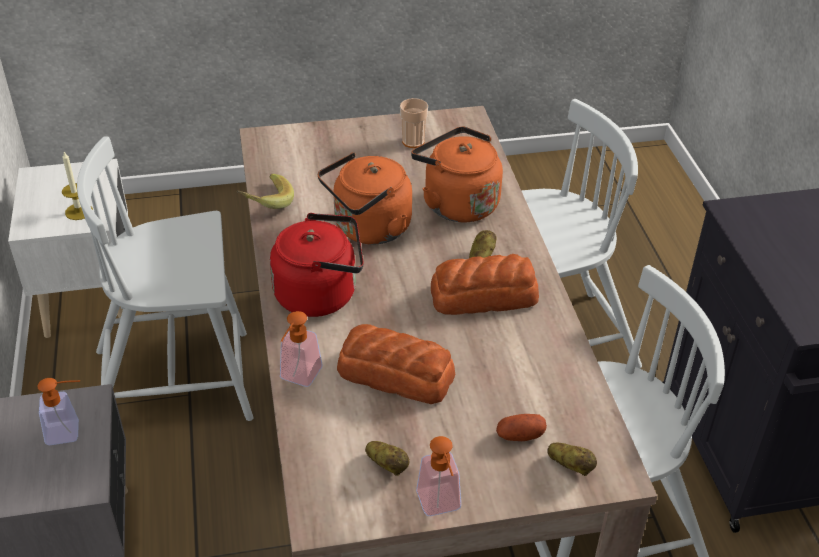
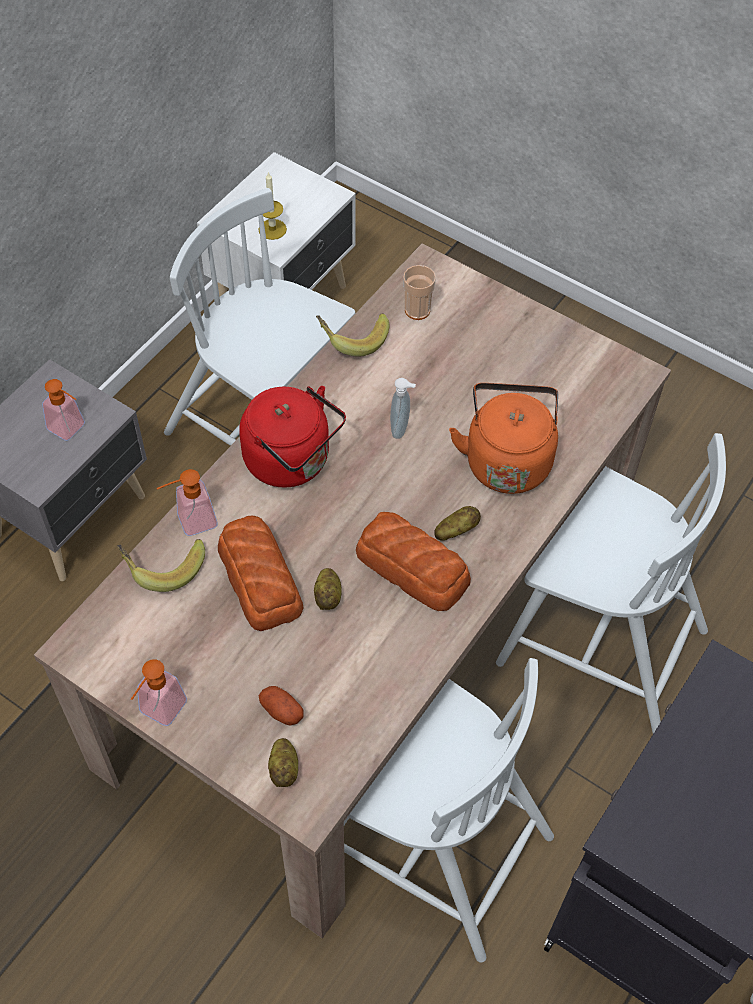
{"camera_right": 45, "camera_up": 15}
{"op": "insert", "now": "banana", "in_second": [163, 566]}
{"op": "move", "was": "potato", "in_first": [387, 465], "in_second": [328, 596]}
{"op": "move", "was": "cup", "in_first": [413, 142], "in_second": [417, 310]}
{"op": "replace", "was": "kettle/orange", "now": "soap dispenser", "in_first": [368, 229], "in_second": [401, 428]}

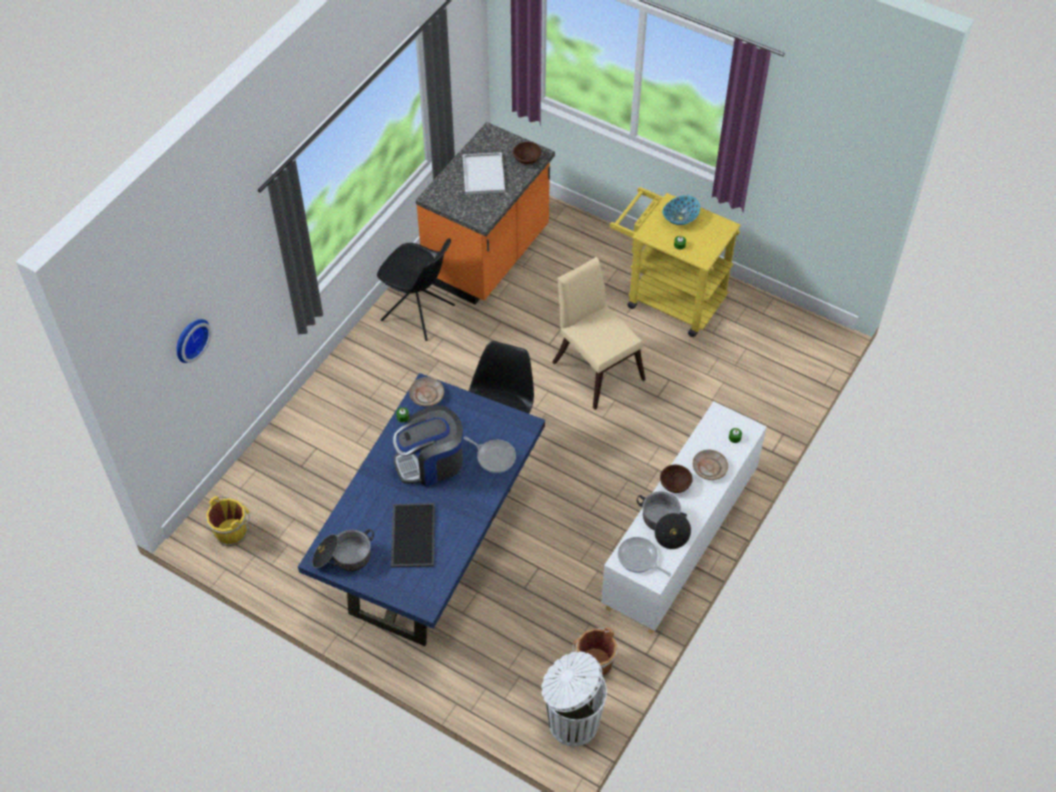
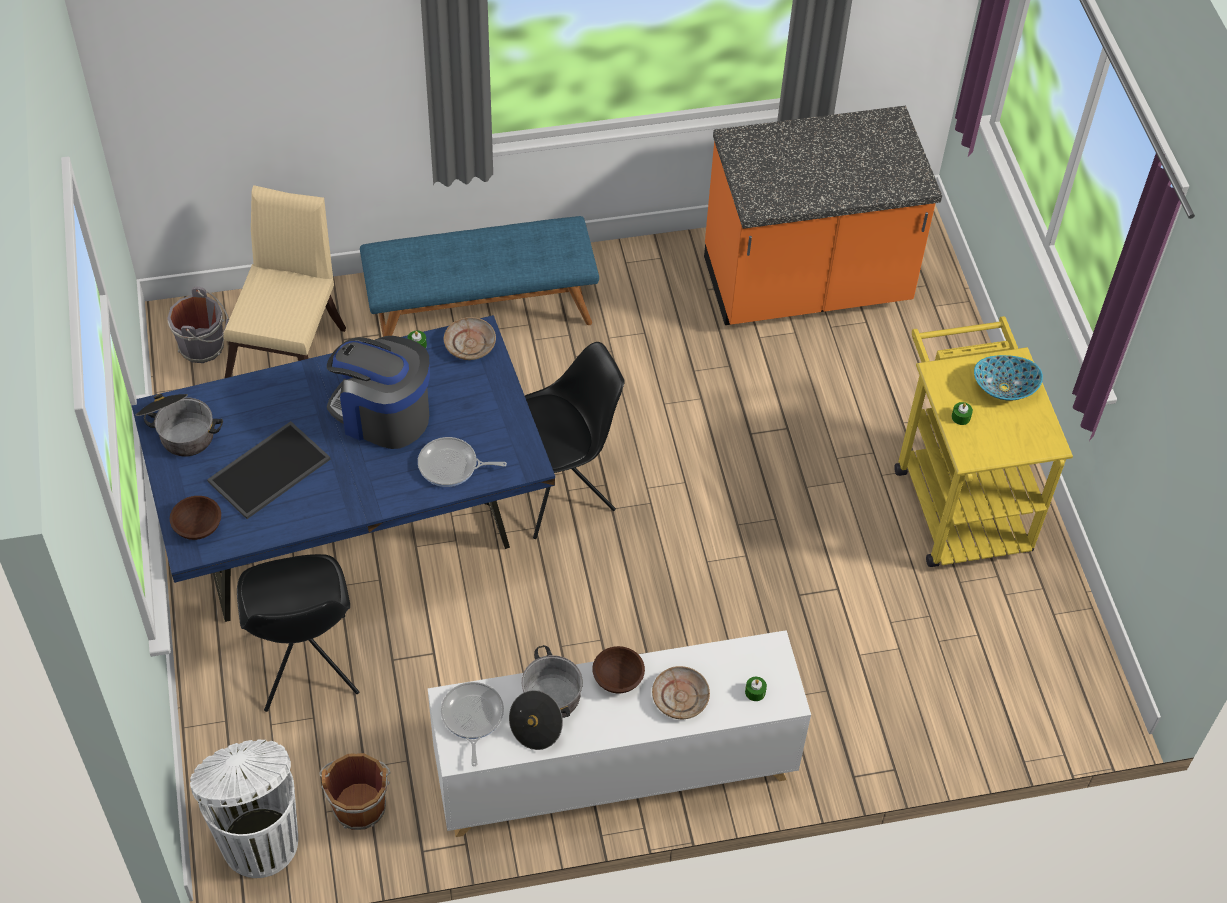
{"camera_right": 45, "camera_up": 0}
{"op": "delete", "was": "wall clock", "in_first": [190, 339]}
{"op": "delete", "was": "tray/white", "in_first": [482, 173]}
{"op": "insert", "now": "bench/blue", "in_second": [481, 311]}
{"op": "move", "was": "chair/black", "in_first": [419, 313], "in_second": [305, 665]}
{"op": "move", "was": "bowl/brown", "in_first": [527, 158], "in_second": [198, 526]}
{"op": "move", "was": "chair/beige", "in_first": [596, 366], "in_second": [290, 353]}
{"op": "recolor", "was": "bucket/yellow", "now": "bucket/grey", "in_first": [232, 531], "in_second": [204, 346]}
{"op": "rotate", "was": "frying pan", "in_first": [494, 457], "in_second": [451, 466], "clockwise": 105}

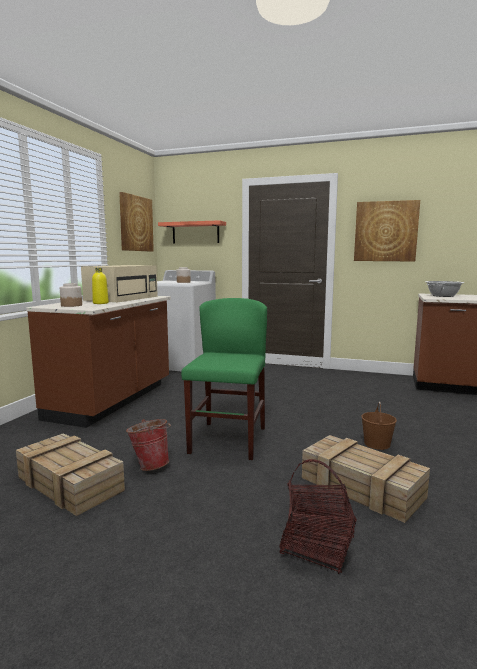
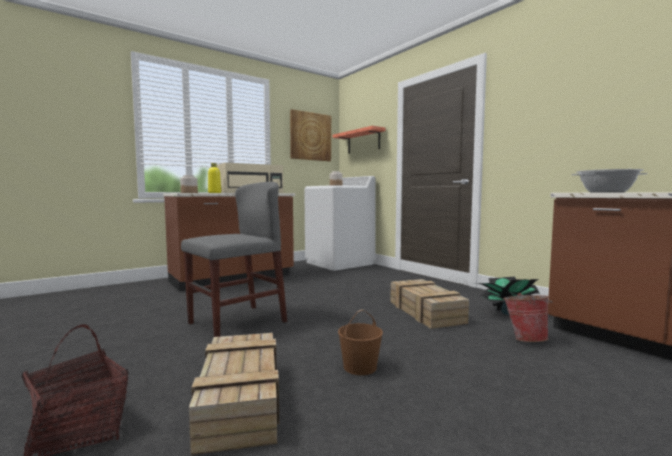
{"camera_right": 35, "camera_up": -5}
{"op": "delete", "was": "picture", "in_first": [385, 231]}
{"op": "insert", "now": "potted plant", "in_second": [507, 313]}
{"op": "move", "was": "crate", "in_first": [71, 484], "in_second": [426, 312]}
{"op": "move", "was": "bucket", "in_first": [150, 465], "in_second": [525, 339]}
{"op": "recolor", "was": "chair/green", "now": "chair/grey", "in_first": [228, 440], "in_second": [237, 322]}

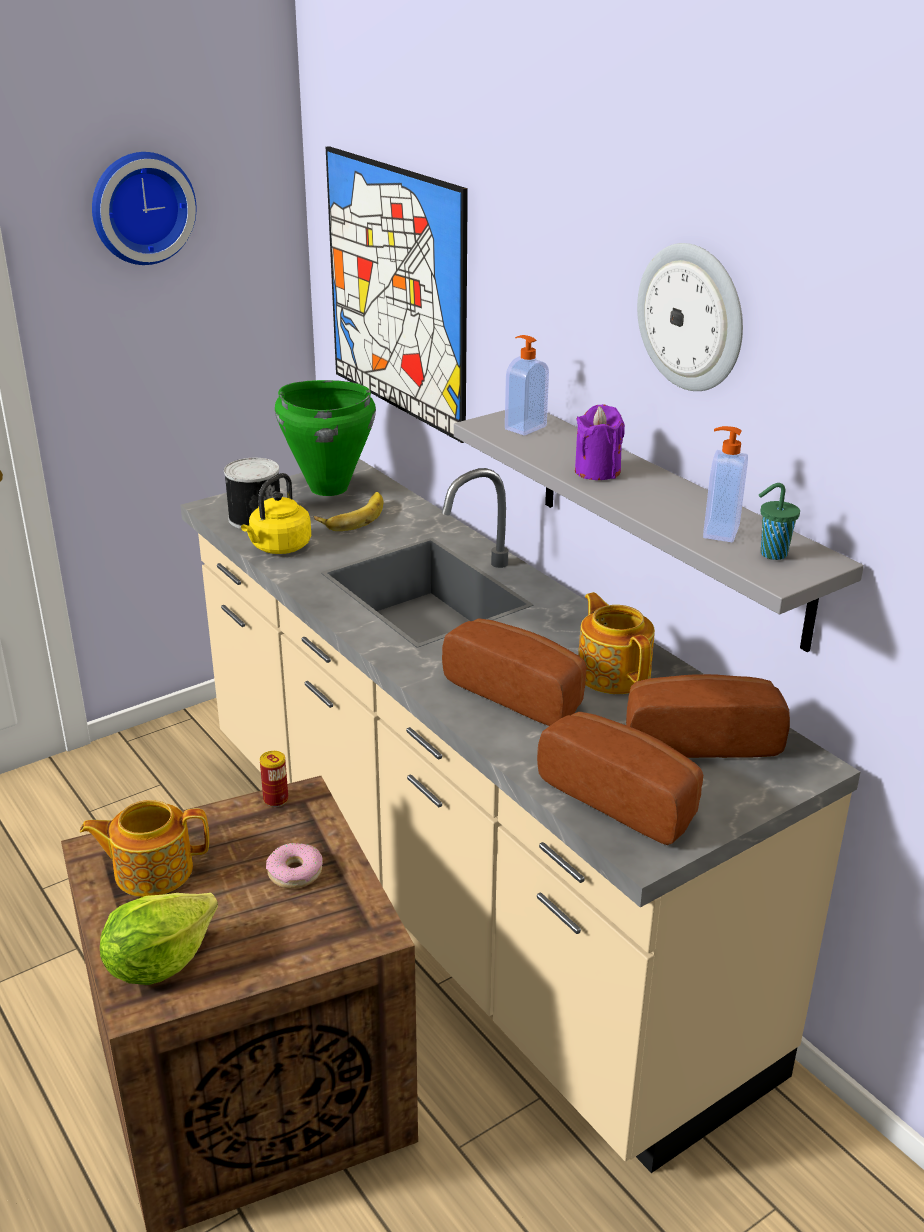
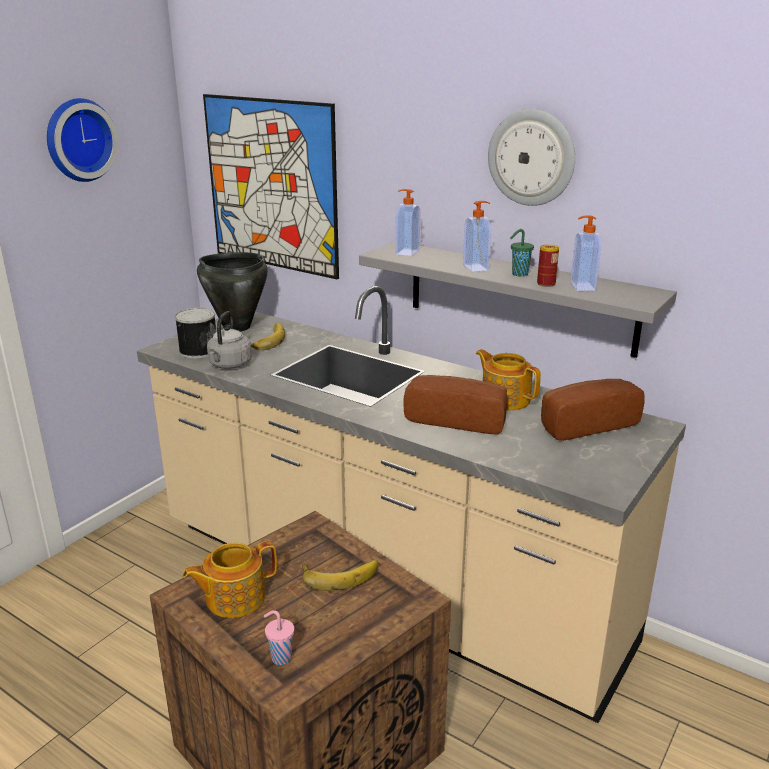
{"camera_right": -20, "camera_up": -5}
{"op": "delete", "was": "bread", "in_first": [624, 797]}
{"op": "move", "was": "can", "in_first": [276, 799], "in_second": [546, 284]}
{"op": "move", "was": "cup/green", "in_first": [771, 554], "in_second": [519, 274]}
{"op": "replace", "was": "lettuce", "now": "cup/pink", "in_first": [158, 962], "in_second": [280, 657]}
{"op": "replace", "was": "donut", "now": "banana", "in_first": [295, 872], "in_second": [339, 574]}
{"op": "replace", "was": "candle/purple", "now": "soap dispenser", "in_first": [597, 471], "in_second": [476, 267]}
{"op": "recolor", "was": "kettle/yellow", "now": "kettle/grey", "in_first": [278, 547], "in_second": [229, 365]}
{"op": "recolor", "was": "cooking pot/green", "now": "cooking pot/black", "in_first": [328, 488], "in_second": [236, 327]}

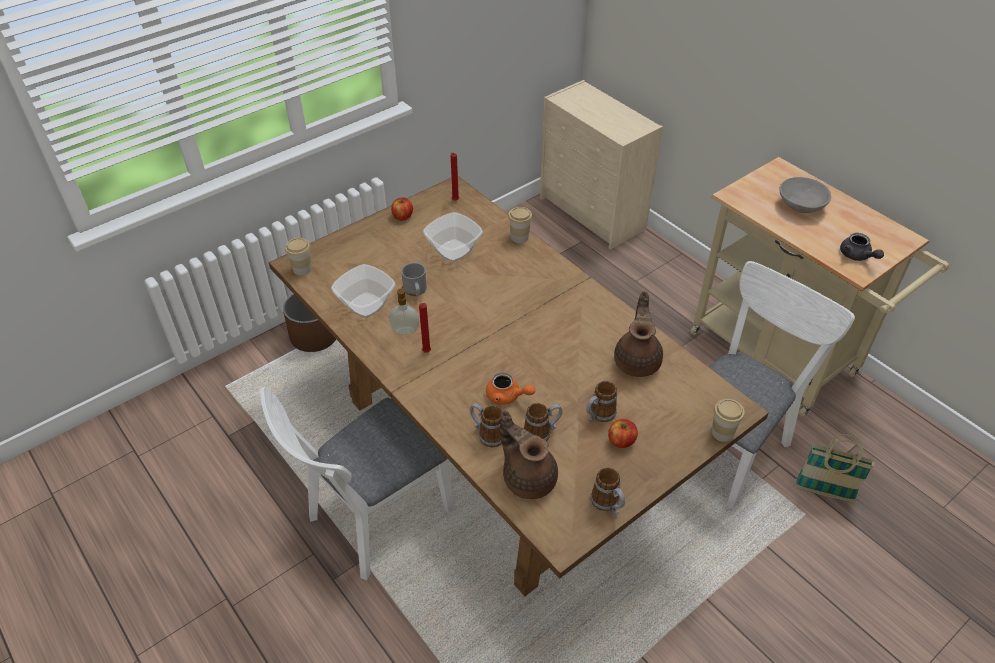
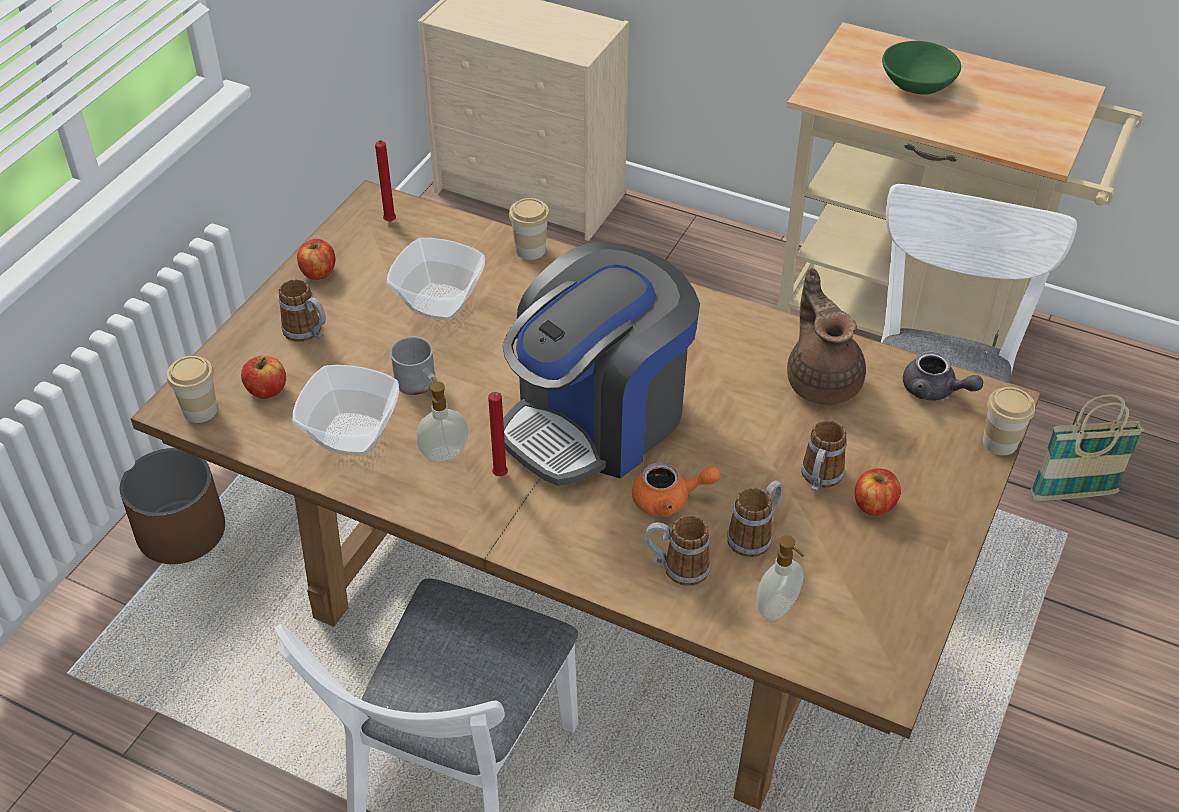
{"camera_right": -25, "camera_up": 0}
{"op": "insert", "now": "apple", "in_second": [266, 390]}
{"op": "insert", "now": "coffee machine", "in_second": [597, 419]}
{"op": "move", "was": "mug", "in_first": [608, 504], "in_second": [308, 333]}
{"op": "move", "was": "teapot/grey", "in_first": [857, 256], "in_second": [934, 391]}
{"op": "replace", "was": "teapot/brown", "now": "soap dispenser", "in_first": [528, 477], "in_second": [778, 609]}
{"op": "recolor", "was": "bowl/grey", "now": "bowl/green", "in_first": [800, 206], "in_second": [917, 85]}

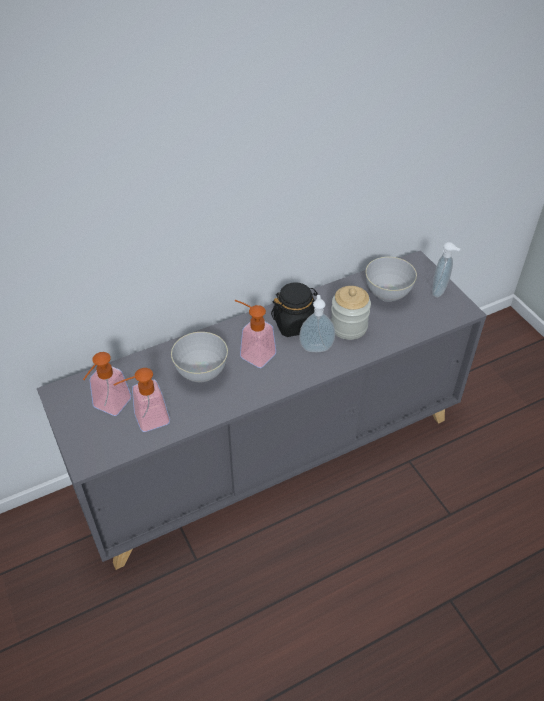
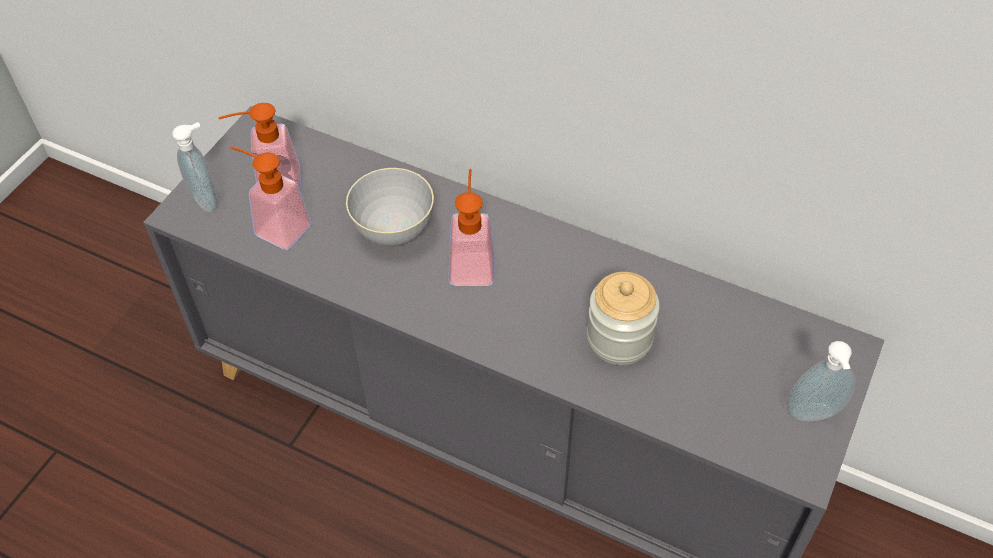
{"camera_right": 55, "camera_up": 5}
{"op": "delete", "was": "jar/black", "in_first": [295, 324]}
{"op": "delete", "was": "bowl/grey", "in_first": [387, 294]}
{"op": "move", "was": "soap dispenser", "in_first": [316, 347], "in_second": [207, 200]}

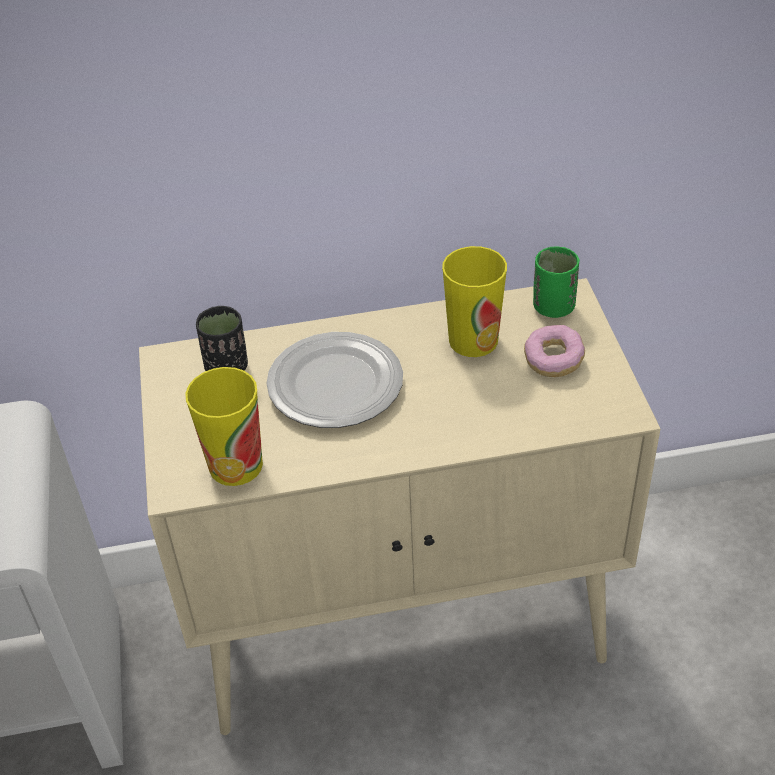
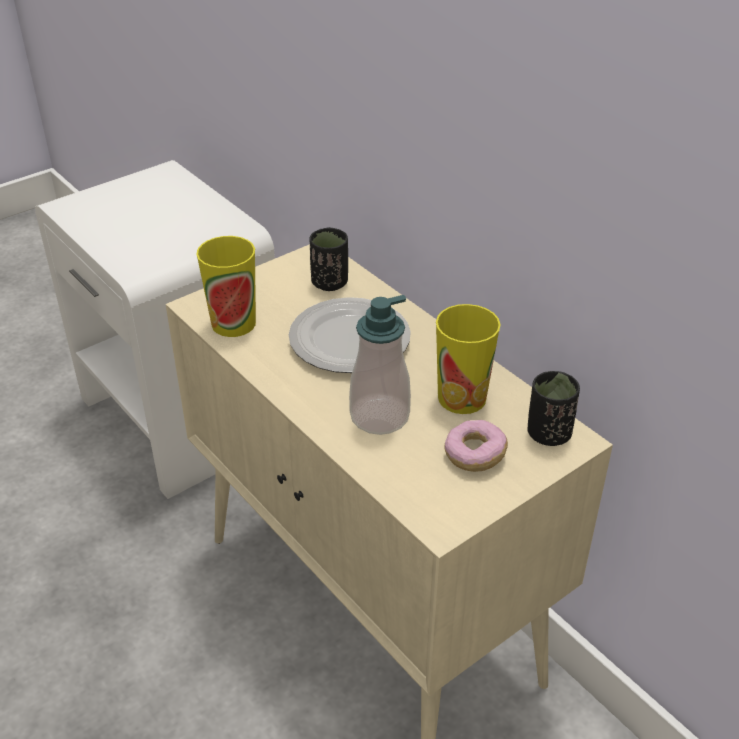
{"camera_right": 60, "camera_up": -5}
{"op": "insert", "now": "soap dispenser", "in_second": [379, 416]}
{"op": "recolor", "was": "cup/green", "now": "cup/black", "in_first": [553, 307], "in_second": [548, 434]}

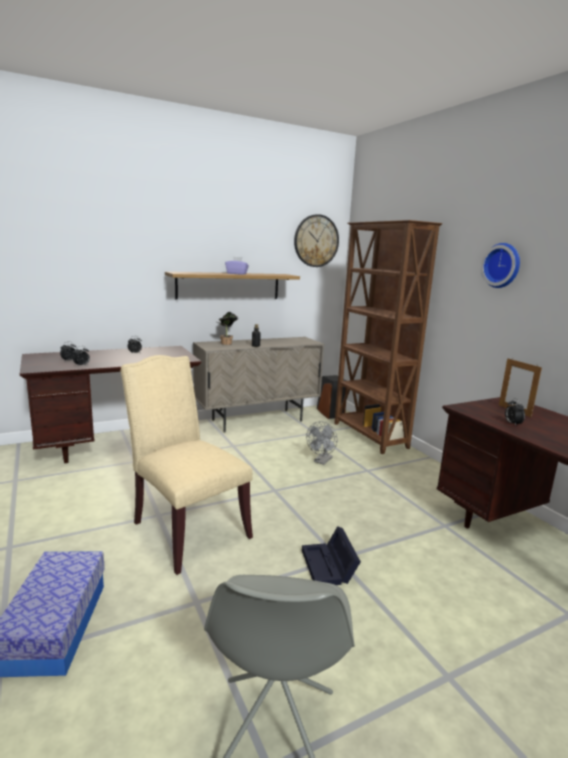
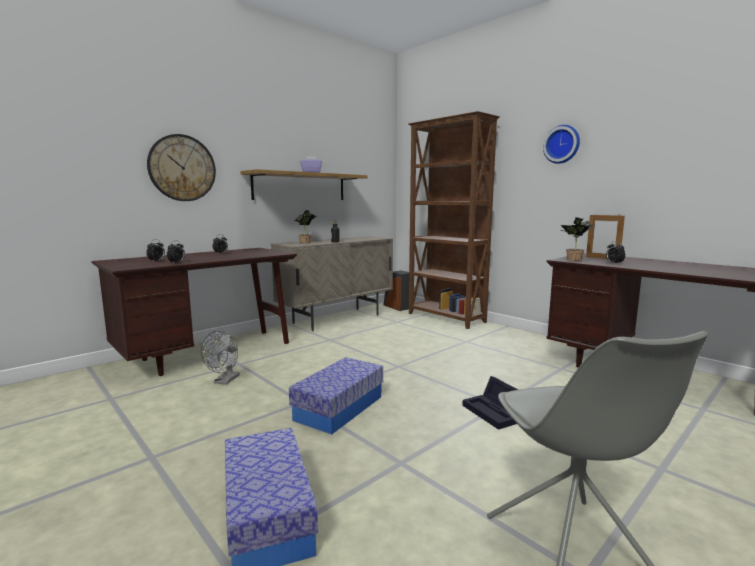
{"camera_right": -15, "camera_up": -5}
{"op": "insert", "now": "potted plant", "in_second": [573, 260]}
{"op": "move", "was": "wall clock", "in_first": [316, 241], "in_second": [182, 168]}
{"op": "move", "was": "fan/grey", "in_first": [321, 461], "in_second": [225, 381]}
{"op": "replace", "was": "chair/beige", "now": "storage box", "in_first": [186, 529], "in_second": [339, 408]}

